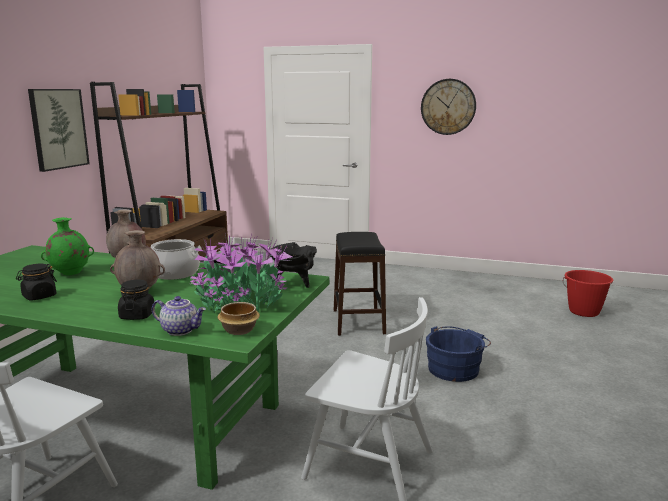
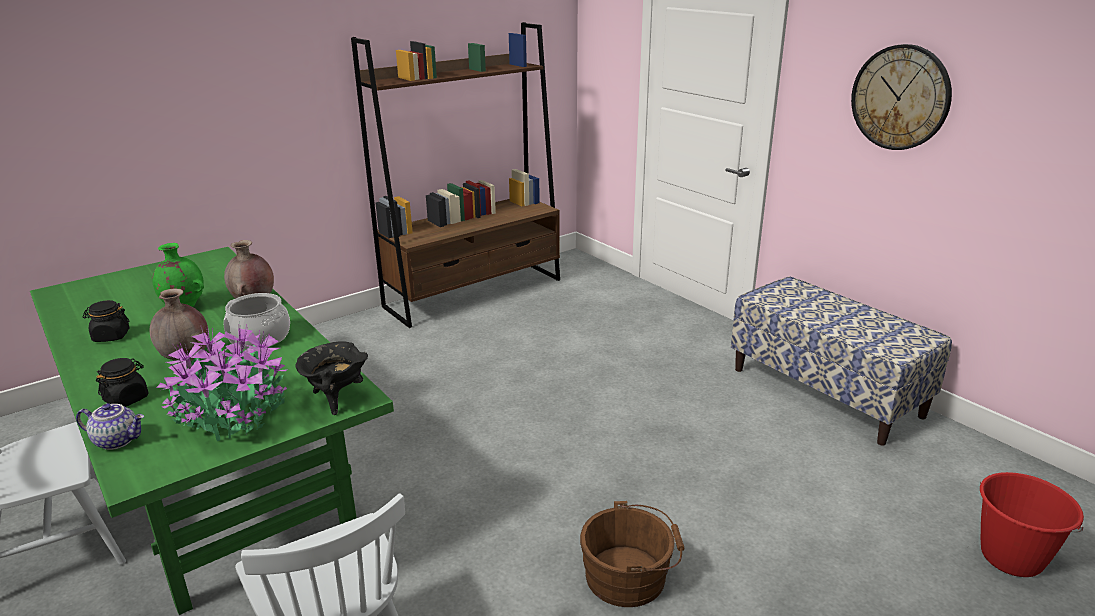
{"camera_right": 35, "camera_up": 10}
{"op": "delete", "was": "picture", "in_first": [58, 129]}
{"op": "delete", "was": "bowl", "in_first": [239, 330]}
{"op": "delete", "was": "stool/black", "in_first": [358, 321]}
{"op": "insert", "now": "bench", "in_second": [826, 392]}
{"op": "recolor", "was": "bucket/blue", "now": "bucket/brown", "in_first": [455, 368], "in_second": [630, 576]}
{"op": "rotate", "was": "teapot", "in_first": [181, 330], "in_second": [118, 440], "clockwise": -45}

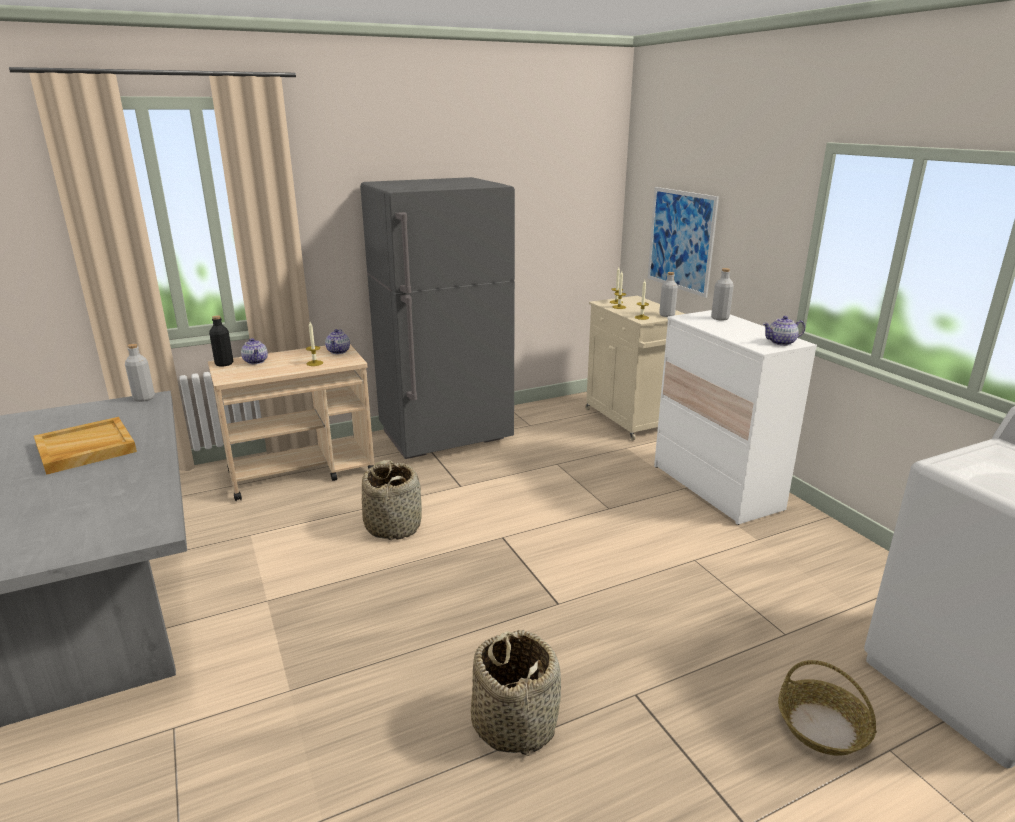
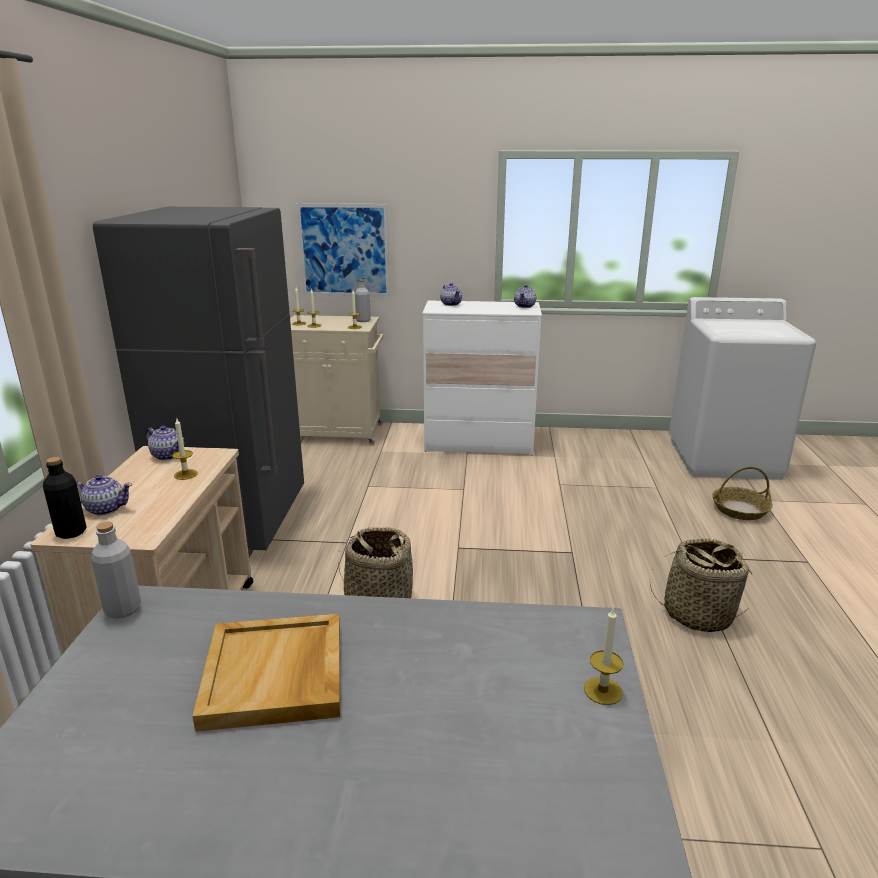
{"camera_right": -60, "camera_up": 0}
{"op": "insert", "now": "candle", "in_second": [603, 690]}
{"op": "replace", "was": "bottle/grey", "now": "teapot", "in_first": [720, 318], "in_second": [451, 304]}

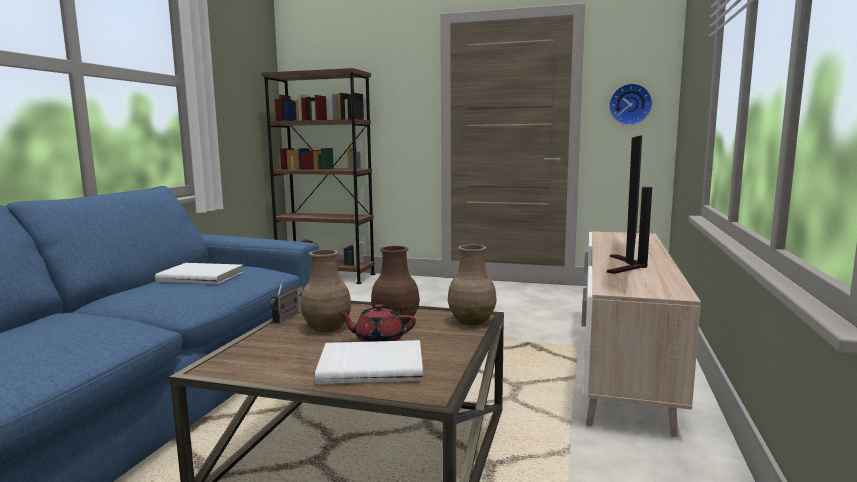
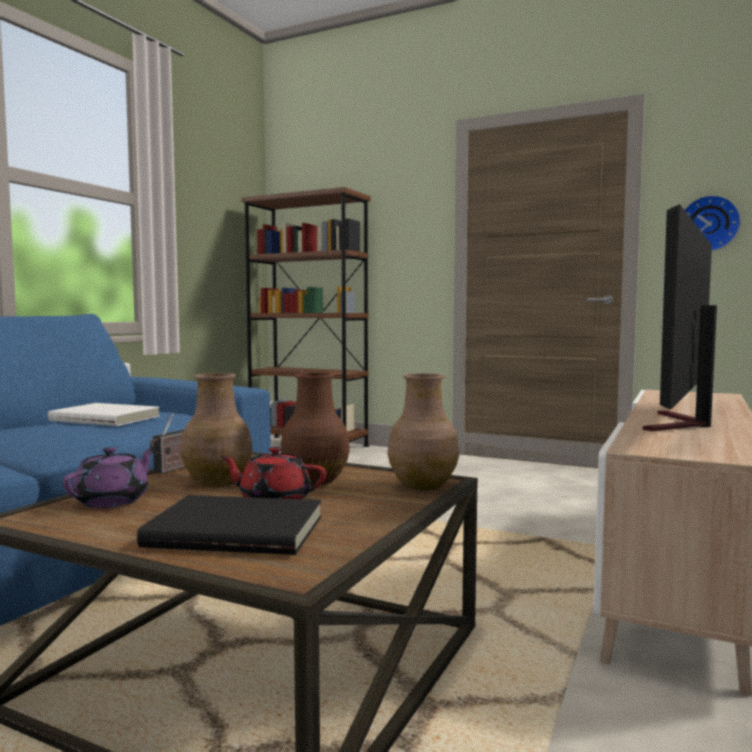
{"camera_right": 10, "camera_up": -5}
{"op": "insert", "now": "teapot/purple", "in_second": [113, 501]}
{"op": "recolor", "was": "book/white", "now": "book/black", "in_first": [371, 365], "in_second": [237, 530]}

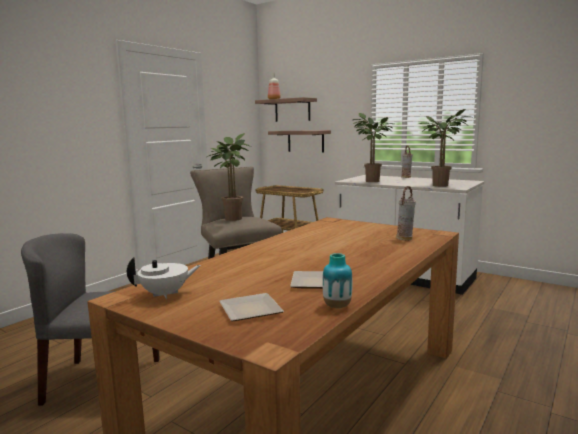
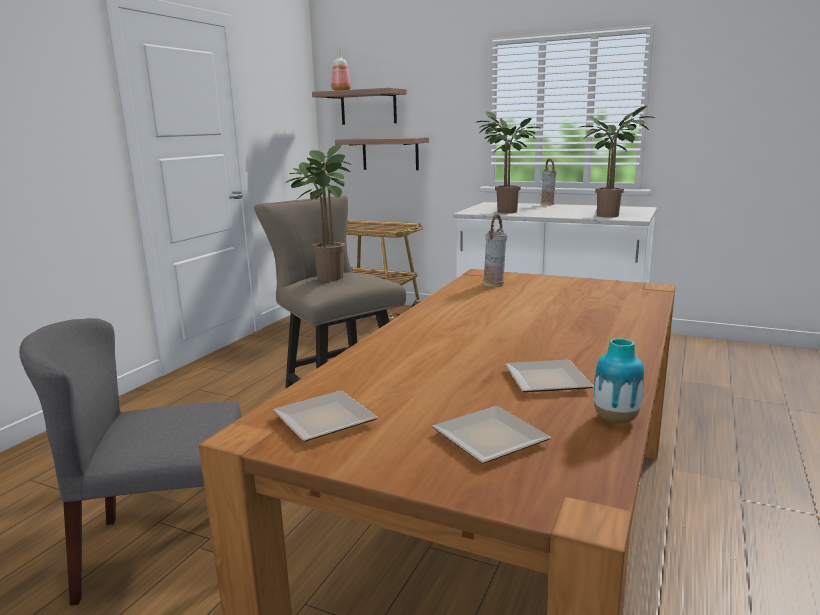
{"camera_right": -10, "camera_up": 5}
{"op": "move", "was": "vase", "in_first": [405, 238], "in_second": [494, 284]}
{"op": "replace", "was": "teapot/white", "now": "plate", "in_first": [165, 294], "in_second": [328, 420]}

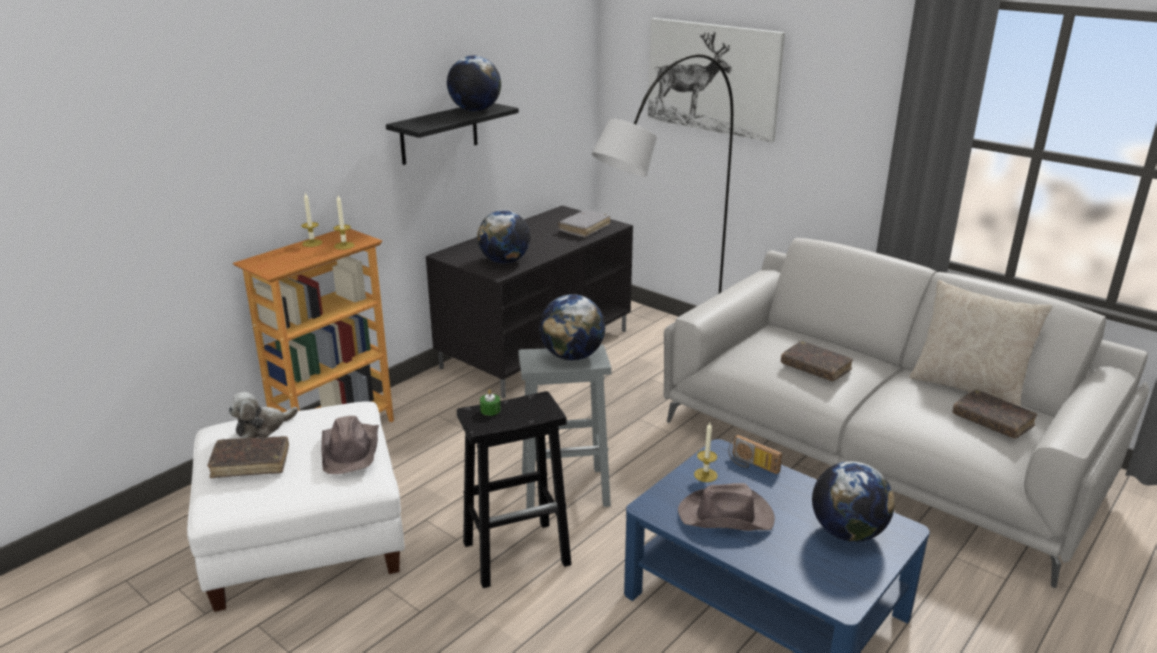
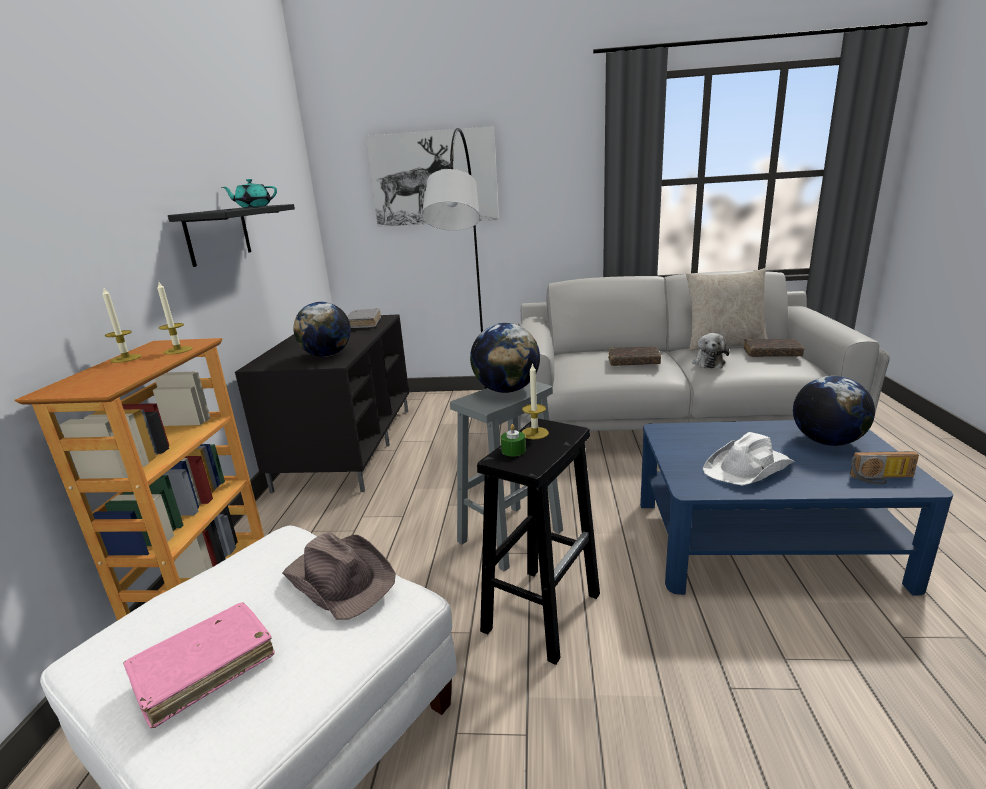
{"camera_right": -35, "camera_up": -5}
{"op": "move", "was": "plush toy", "in_first": [262, 428], "in_second": [708, 363]}
{"op": "move", "was": "candle", "in_first": [705, 475], "in_second": [534, 433]}
{"op": "move", "was": "radio", "in_first": [751, 465], "in_second": [882, 479]}
{"op": "replace", "was": "globe", "now": "teapot/turquoise", "in_first": [475, 110], "in_second": [253, 206]}
{"op": "recolor", "was": "book/brown", "now": "book/pink", "in_first": [250, 463], "in_second": [204, 668]}
{"op": "recolor", "was": "hat/brown", "now": "hat/white", "in_first": [727, 516], "in_second": [748, 468]}

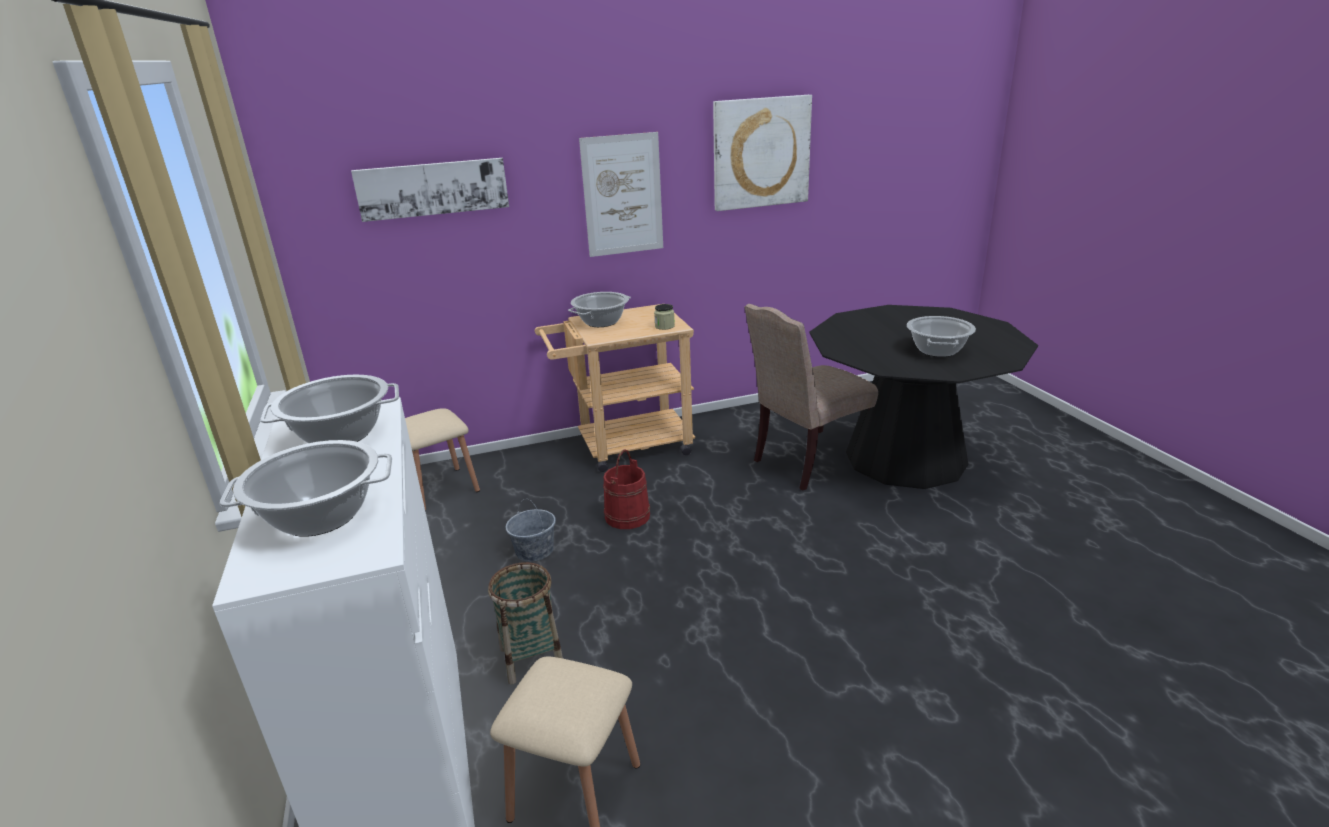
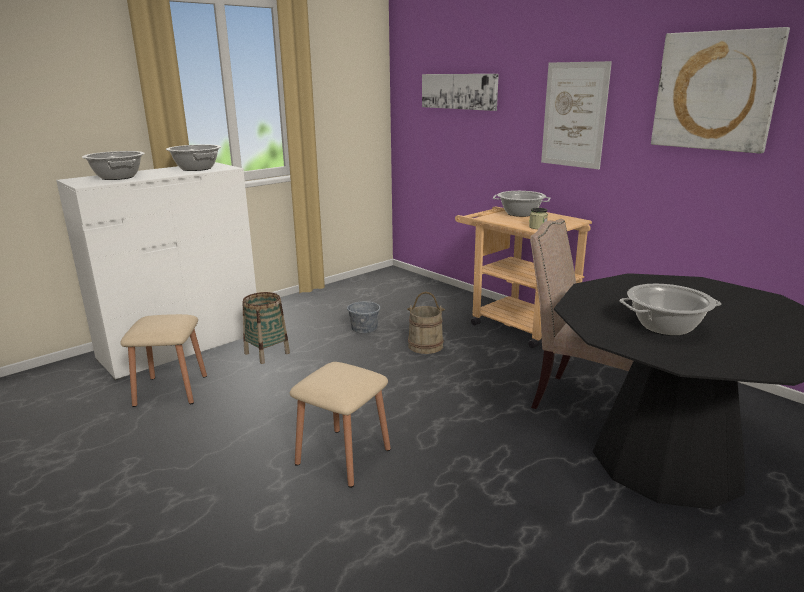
{"camera_right": 65, "camera_up": -5}
{"op": "move", "was": "stool/beige", "in_first": [441, 489], "in_second": [343, 456]}
{"op": "recolor", "was": "bucket/red", "now": "bucket/beige", "in_first": [627, 516], "in_second": [425, 345]}

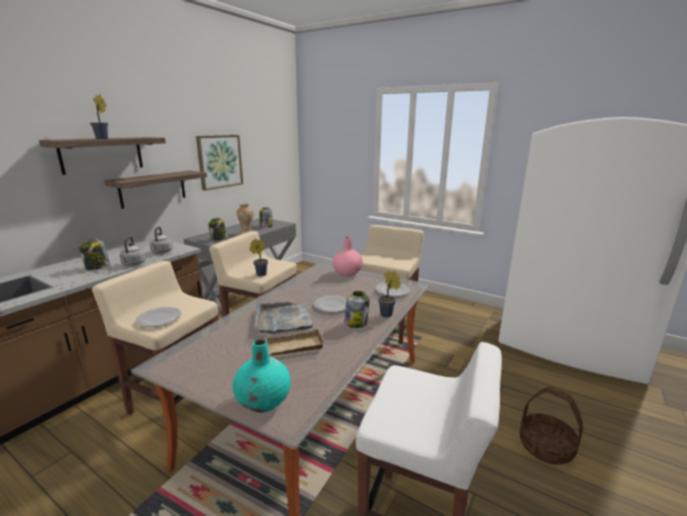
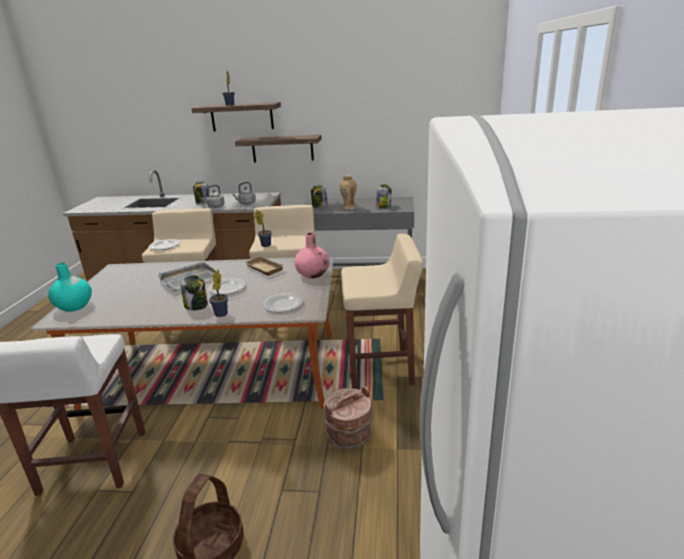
{"camera_right": 65, "camera_up": 5}
{"op": "delete", "was": "picture", "in_first": [219, 161]}
{"op": "insert", "now": "bucket/brown", "in_second": [349, 436]}
{"op": "move", "was": "tray/beige", "in_first": [294, 347], "in_second": [262, 269]}

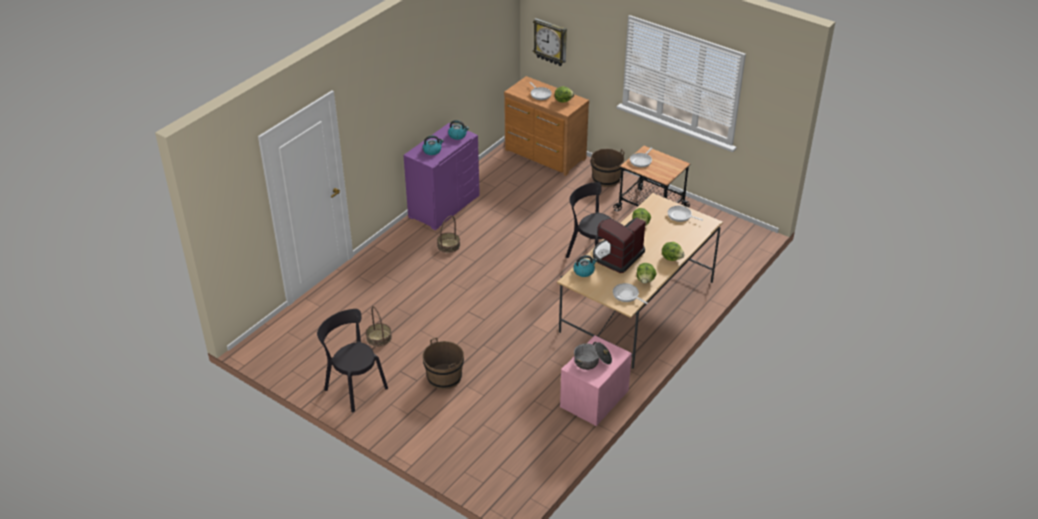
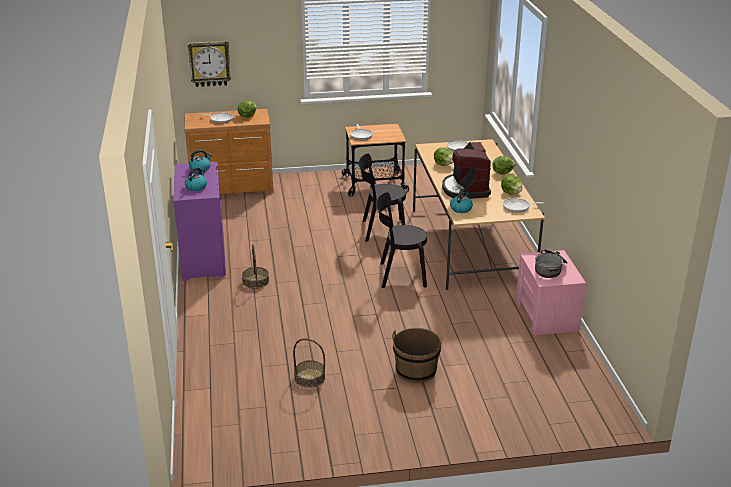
{"camera_right": -45, "camera_up": -10}
{"op": "delete", "was": "bucket/brown", "in_first": [606, 179]}
{"op": "move", "was": "chair/black", "in_first": [354, 387], "in_second": [399, 275]}

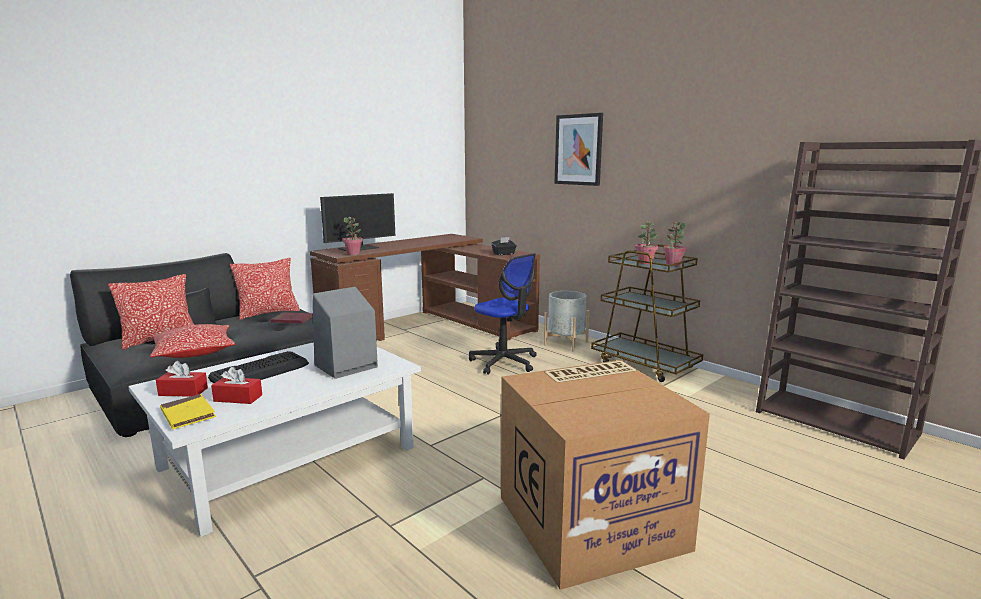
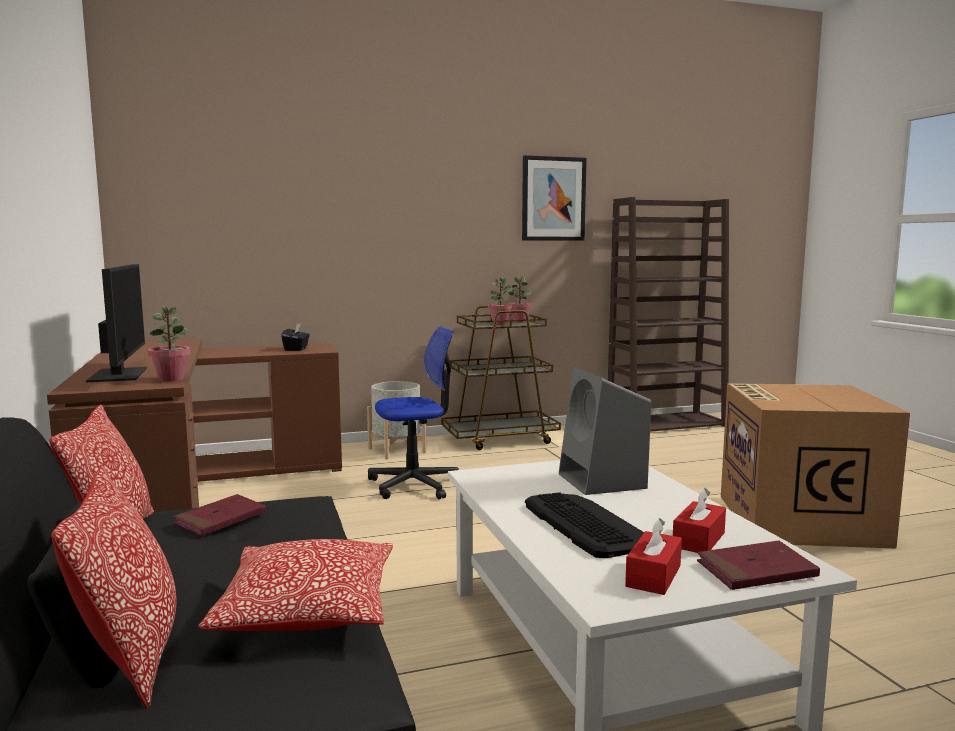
{"camera_right": -65, "camera_up": -5}
{"op": "move", "was": "picture", "in_first": [578, 149], "in_second": [553, 199]}
{"op": "recolor", "was": "book/yellow", "now": "book/red", "in_first": [188, 414], "in_second": [756, 570]}

